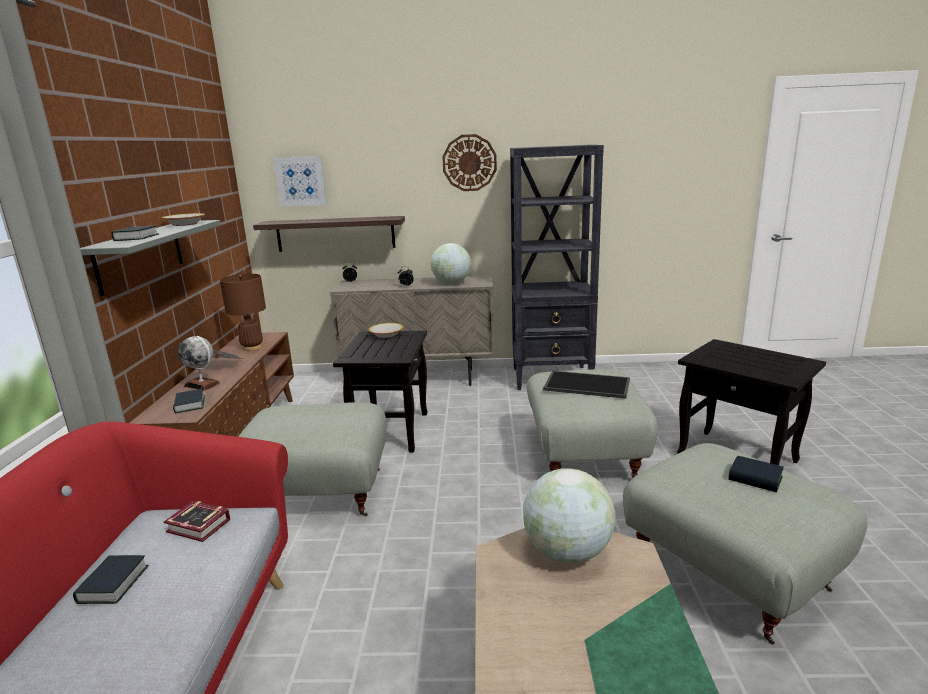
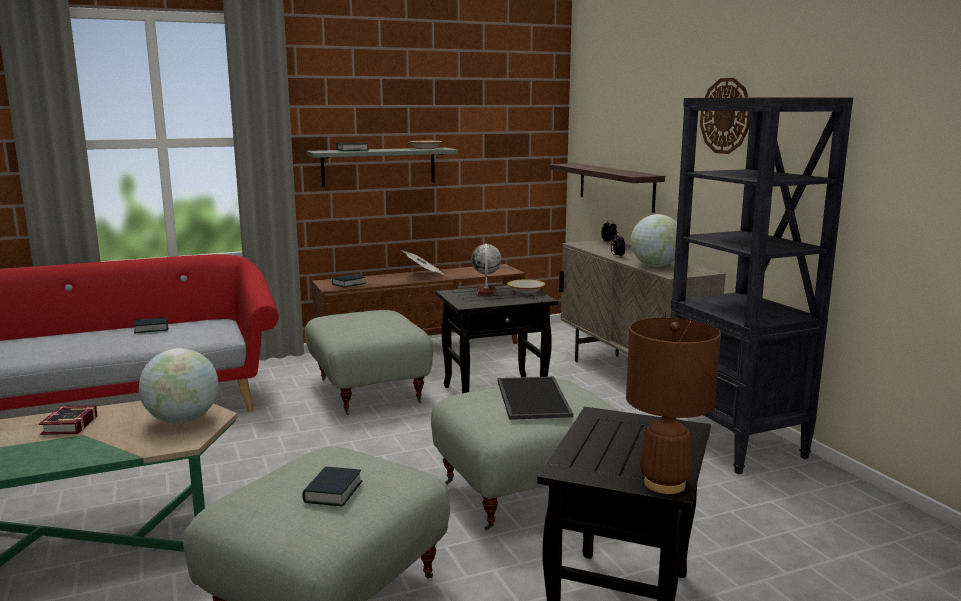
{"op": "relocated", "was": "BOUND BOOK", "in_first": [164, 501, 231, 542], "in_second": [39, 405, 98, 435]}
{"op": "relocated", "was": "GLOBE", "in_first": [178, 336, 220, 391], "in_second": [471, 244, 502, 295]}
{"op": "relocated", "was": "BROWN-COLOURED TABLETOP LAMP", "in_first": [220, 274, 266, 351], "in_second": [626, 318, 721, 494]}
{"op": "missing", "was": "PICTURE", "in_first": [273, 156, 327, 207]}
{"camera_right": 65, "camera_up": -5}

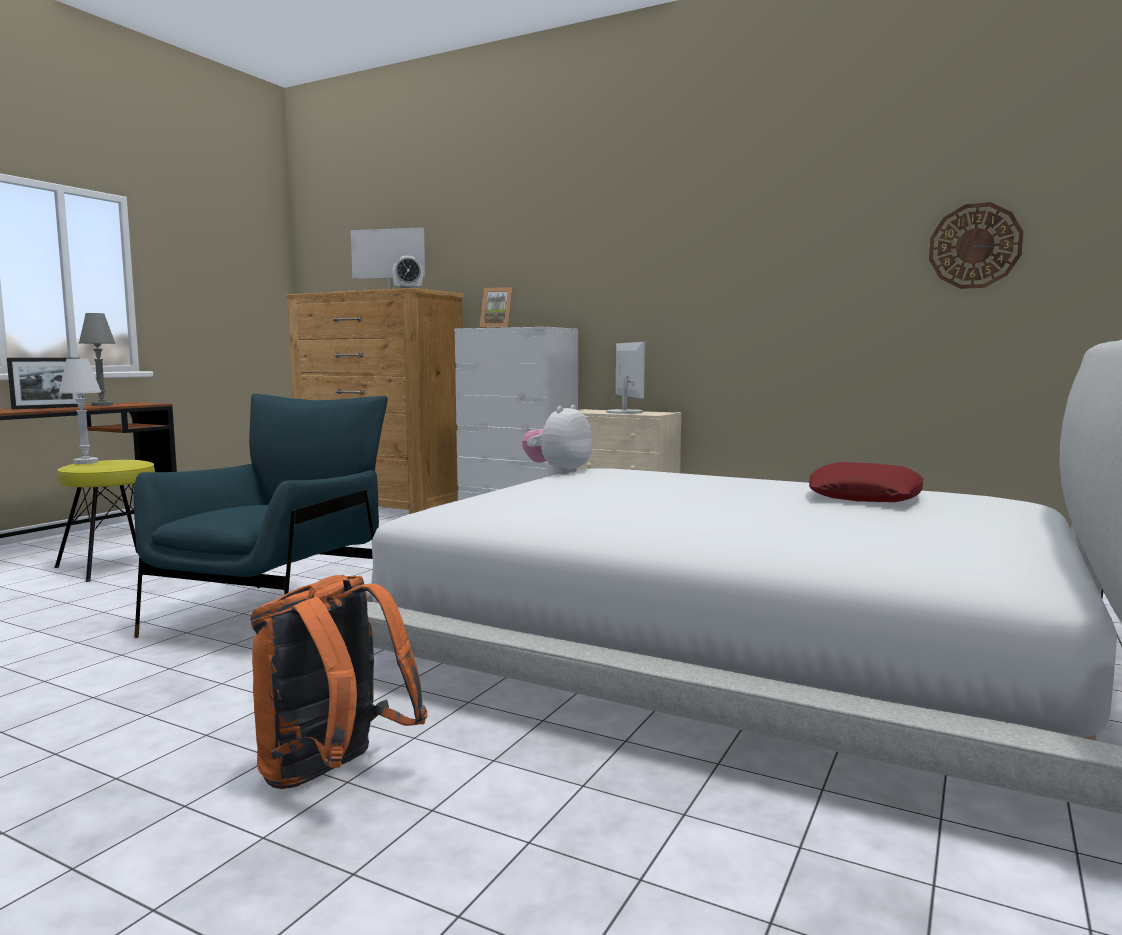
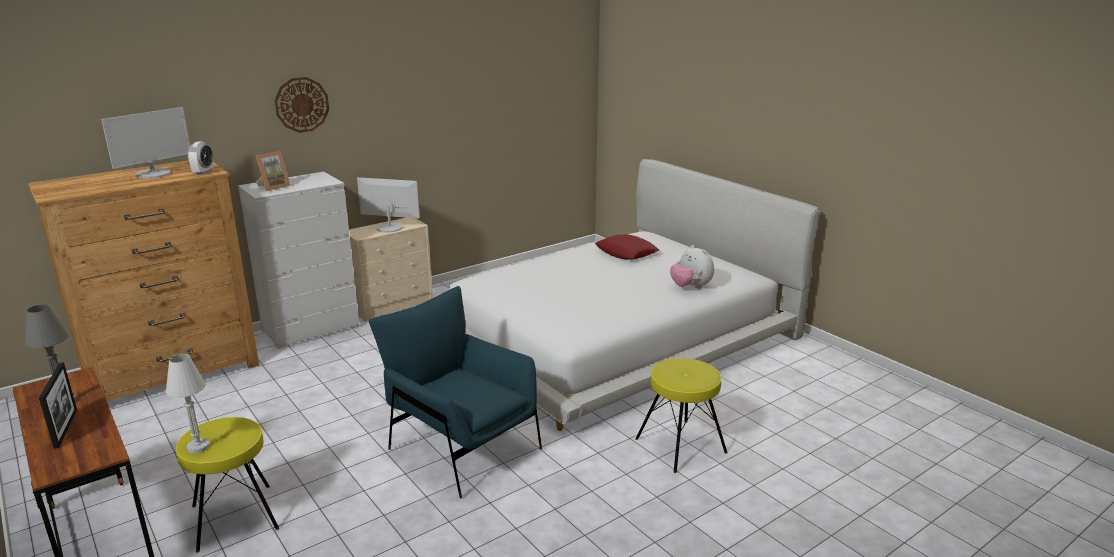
{"op": "relocated", "was": "WALL CLOCK", "in_first": [929, 202, 1023, 289], "in_second": [275, 77, 329, 133]}
{"op": "exchanged", "was": "ORANGEY RUCKSACK", "now": "YELLOWISH STOOL", "in_first": [250, 575, 428, 789], "in_second": [635, 358, 728, 473]}
{"op": "relocated", "was": "PLUSH TOY", "in_first": [522, 405, 592, 474], "in_second": [670, 245, 714, 289]}
{"camera_right": -65, "camera_up": 15}

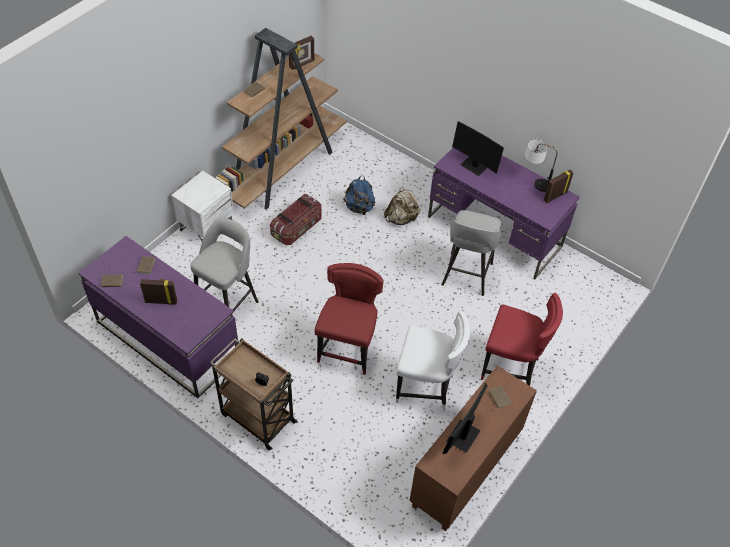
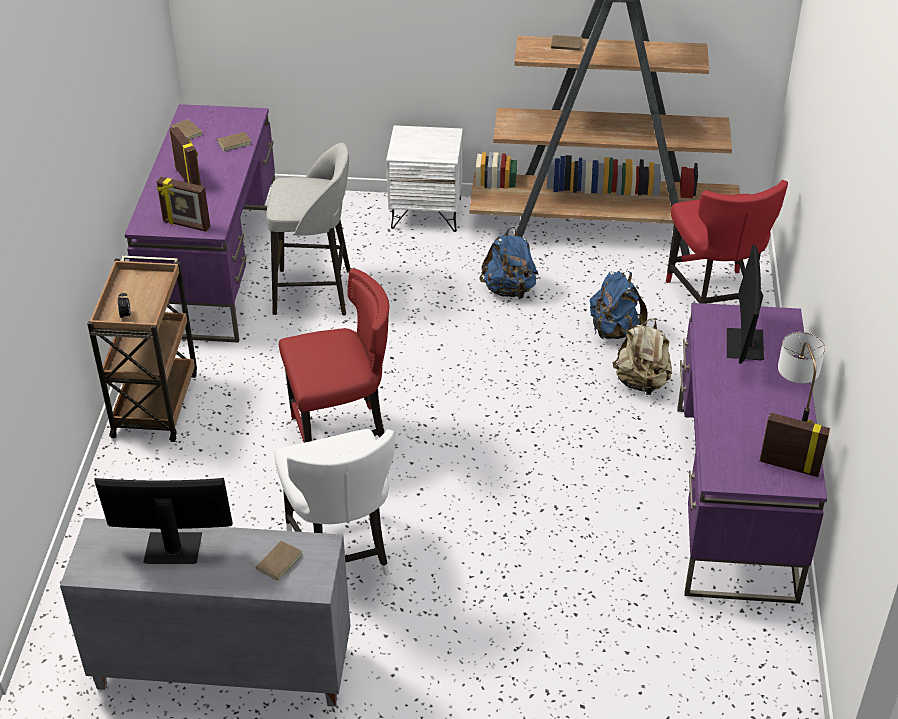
{"op": "colour", "was": "BROWN-COLOURED CUPBOARD", "now": "GREYISH CUPBOARD", "in_first": [409, 366, 537, 531], "in_second": [60, 518, 351, 707]}
{"op": "relocated", "was": "PHOTO FRAME", "in_first": [289, 36, 314, 70], "in_second": [157, 177, 210, 232]}
{"op": "exchanged", "was": "STORAGE BOX", "now": "BLUE-COLOURED RUCKSACK", "in_first": [270, 194, 322, 245], "in_second": [479, 227, 539, 299]}
{"op": "relocated", "was": "RED PLAIN CHAIR", "in_first": [481, 293, 563, 386], "in_second": [666, 180, 788, 304]}
{"op": "missing", "was": "GREYISH STOOL", "in_first": [441, 210, 501, 296]}
{"camera_right": 60, "camera_up": -10}

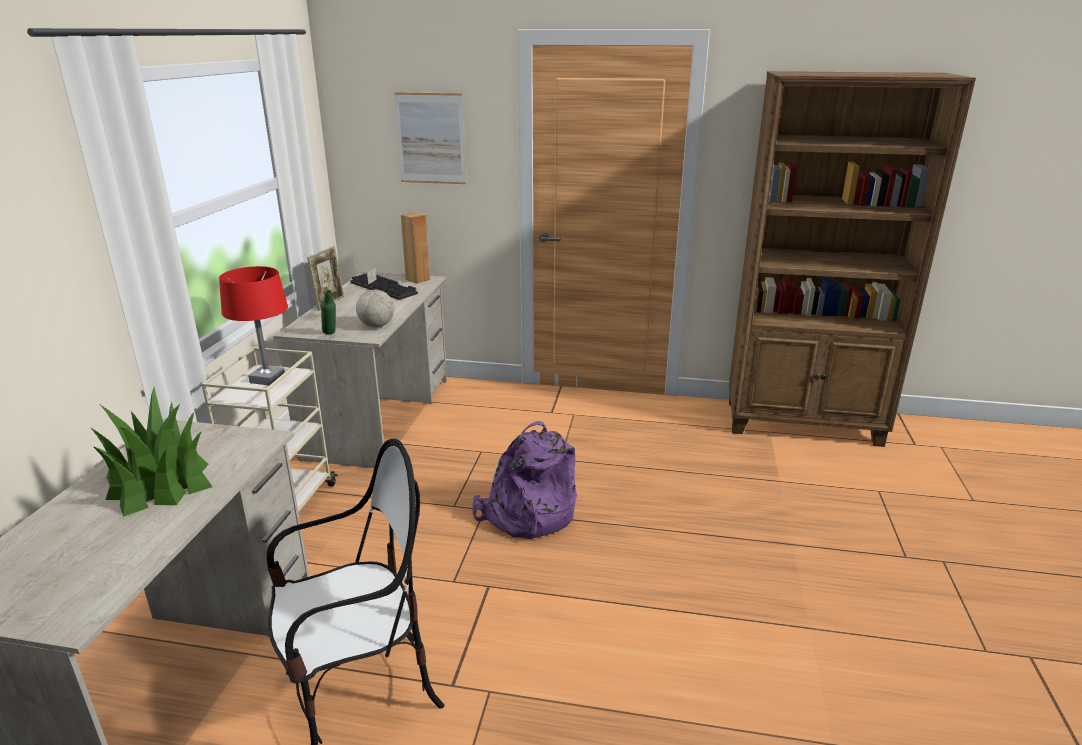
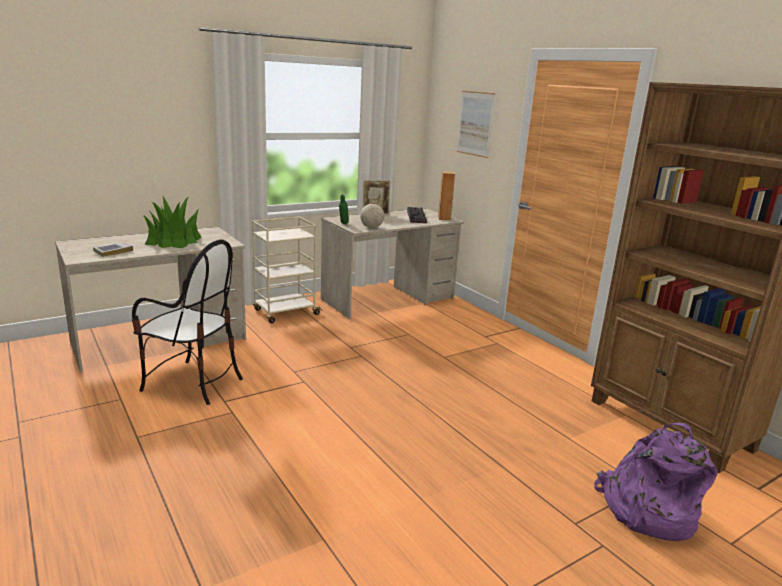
{"op": "appeared", "now": "BOUND BOOK", "in_second": [93, 242, 133, 257]}
{"op": "relocated", "was": "PURPLE-COLOURED RUCKSACK", "in_first": [472, 421, 577, 539], "in_second": [594, 423, 718, 541]}
{"op": "missing", "was": "RED TABLETOP LAMP", "in_first": [219, 266, 288, 385]}
{"camera_right": 45, "camera_up": -5}

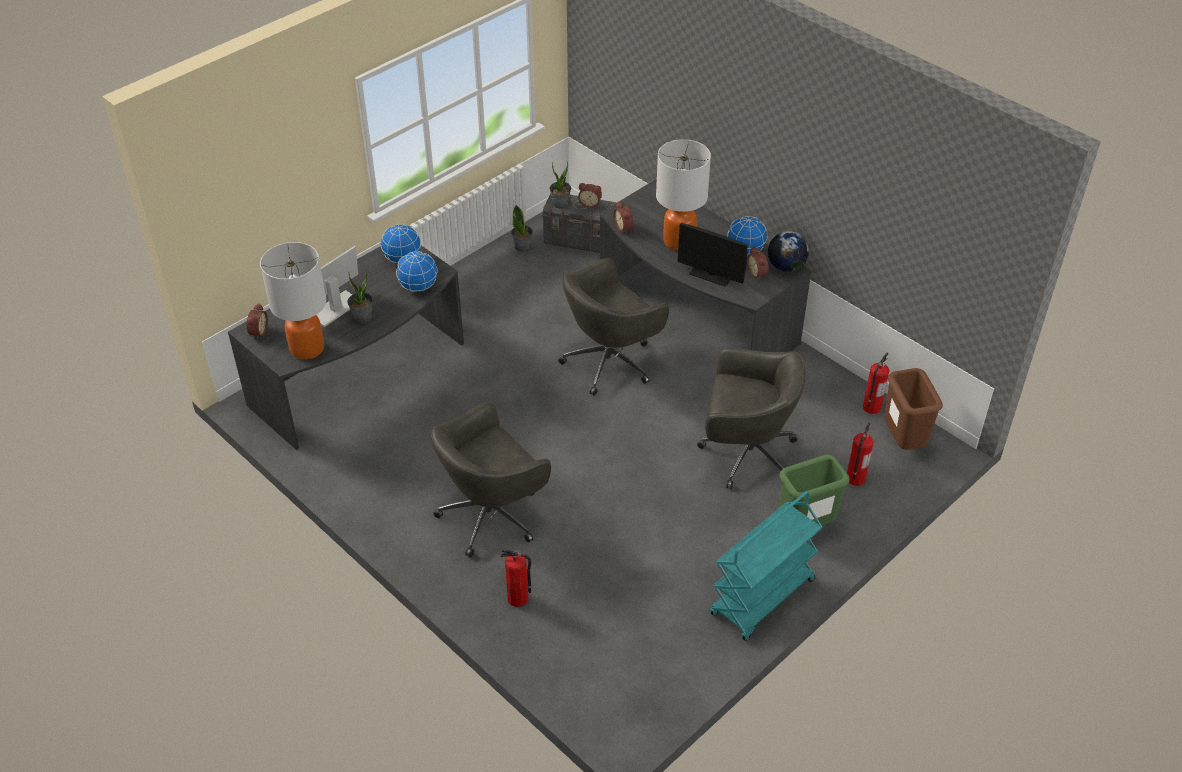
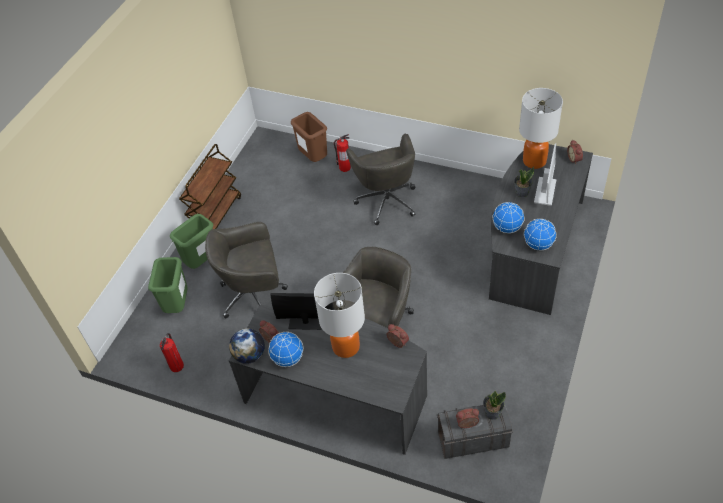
{"op": "exchanged", "was": "FIRE-FIGHTING CYLINDER", "now": "GREENISH TRASH CAN", "in_first": [847, 422, 873, 486], "in_second": [148, 257, 188, 313]}
{"op": "colour", "was": "TURQUOISE-COLOURED CART", "now": "BROWN-COLOURED CART", "in_first": [710, 491, 822, 641], "in_second": [179, 144, 241, 229]}
{"op": "relocated", "was": "BROWN-COLOURED TRASH CAN", "in_first": [884, 368, 943, 450], "in_second": [291, 112, 327, 162]}
{"op": "spun", "was": "GREYISH DESK CHAIR", "in_first": [431, 402, 551, 557], "in_second": [346, 134, 416, 225], "clockwise": 135}
{"op": "missing", "was": "HOUSEPLANT", "in_first": [511, 205, 533, 252]}
{"camera_right": 160, "camera_up": 5}

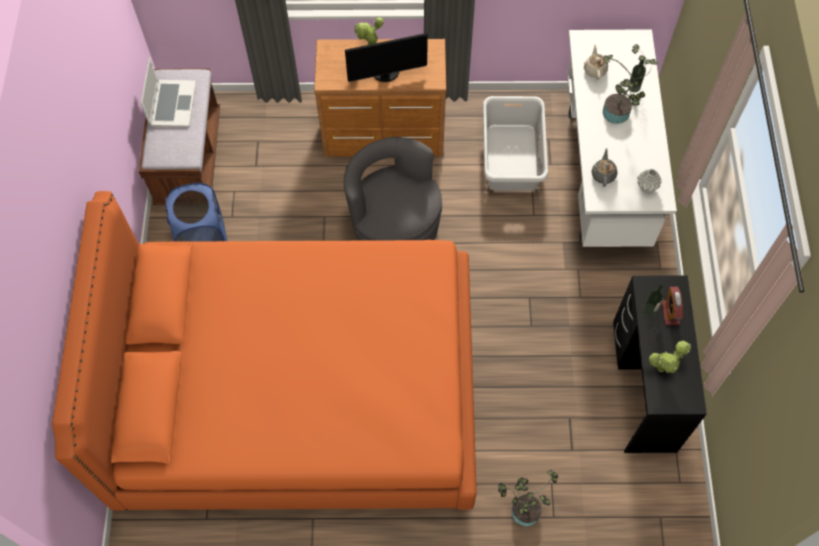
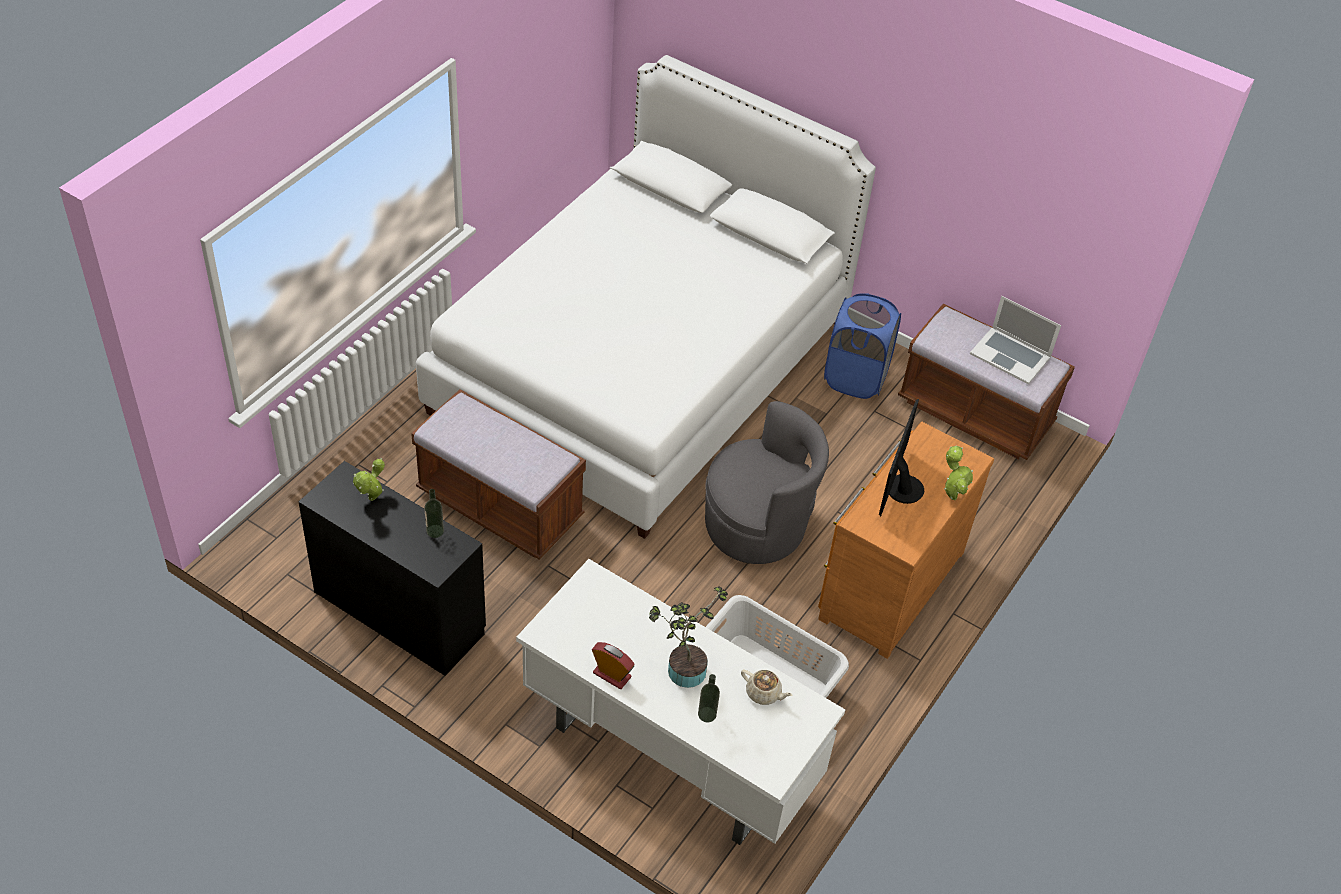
{"op": "appeared", "now": "BROWN-COLOURED BENCH", "in_second": [411, 389, 586, 560]}
{"op": "colour", "was": "ORANGEY SLEEPING BED", "now": "WHITISH SLEEPING BED", "in_first": [52, 191, 477, 510], "in_second": [416, 55, 876, 539]}
{"op": "relocated", "was": "ALARM CLOCK", "in_first": [662, 287, 683, 325], "in_second": [592, 642, 635, 689]}
{"op": "missing", "was": "HOUSEPLANT", "in_first": [498, 470, 558, 526]}
{"op": "missing", "was": "GREYISH TEAPOT", "in_first": [591, 148, 618, 187]}
{"op": "missing", "was": "GREYISH FLOWER VASE", "in_first": [637, 169, 662, 193]}
{"camera_right": 120, "camera_up": -15}

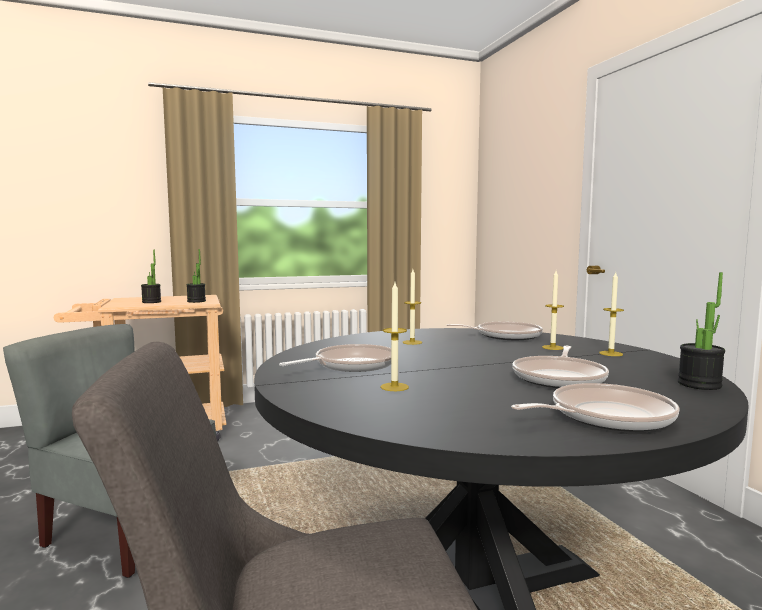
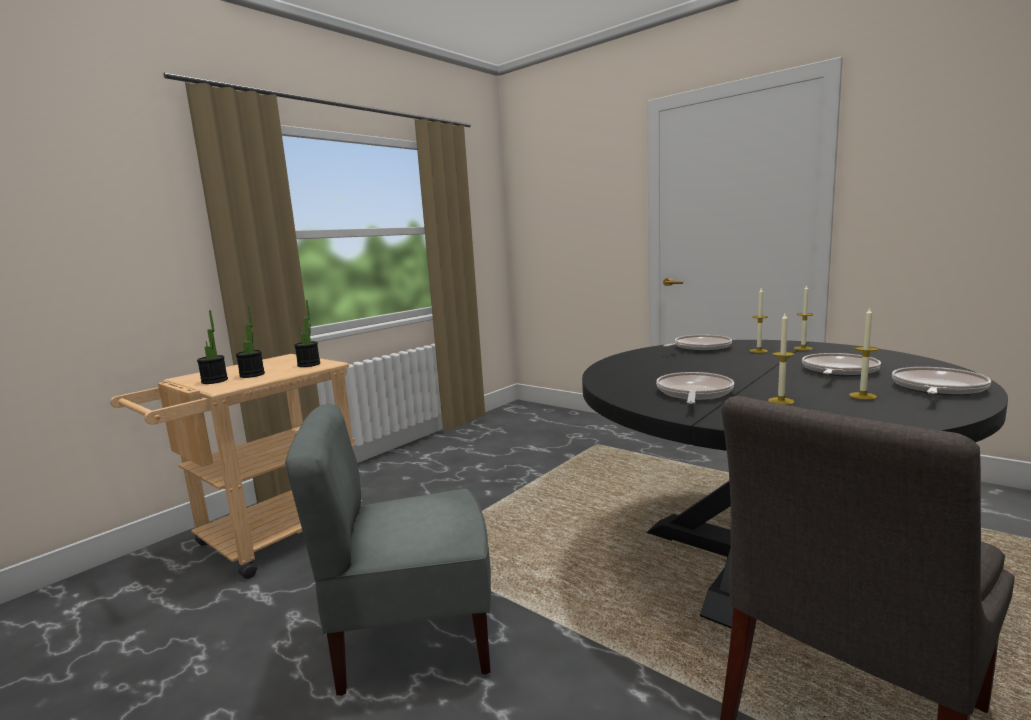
{"op": "relocated", "was": "HOUSEPLANT", "in_first": [678, 272, 725, 390], "in_second": [197, 310, 228, 384]}
{"op": "spun", "was": "FRYING PAN", "in_first": [512, 346, 609, 388], "in_second": [802, 353, 881, 376], "clockwise": -135}
{"op": "relocated", "was": "CANDLE", "in_first": [402, 269, 422, 345], "in_second": [849, 307, 879, 400]}
{"camera_right": -30, "camera_up": 5}

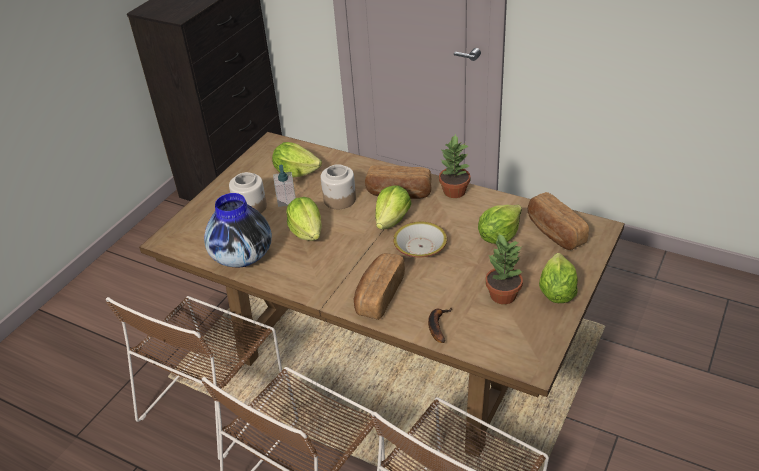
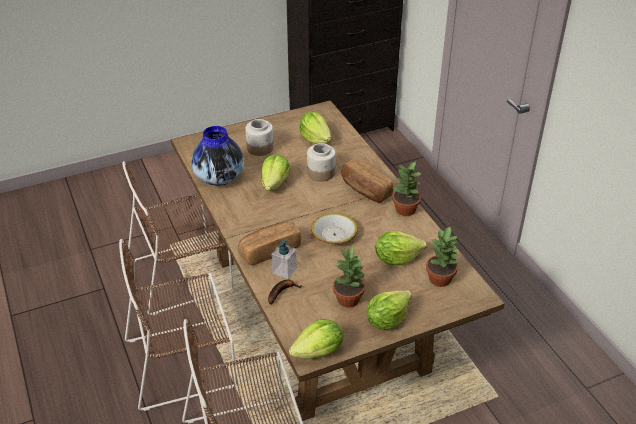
{"op": "relocated", "was": "LIQUID SOAP BOTTLE", "in_first": [273, 165, 296, 207], "in_second": [272, 239, 297, 279]}
{"op": "relocated", "was": "LETTUCE HEAD", "in_first": [375, 185, 412, 229], "in_second": [289, 319, 343, 359]}
{"op": "exchanged", "was": "BAKERY BREAD", "now": "HOUSEPLANT", "in_first": [527, 192, 589, 250], "in_second": [426, 226, 458, 287]}
{"camera_right": 35, "camera_up": 0}

